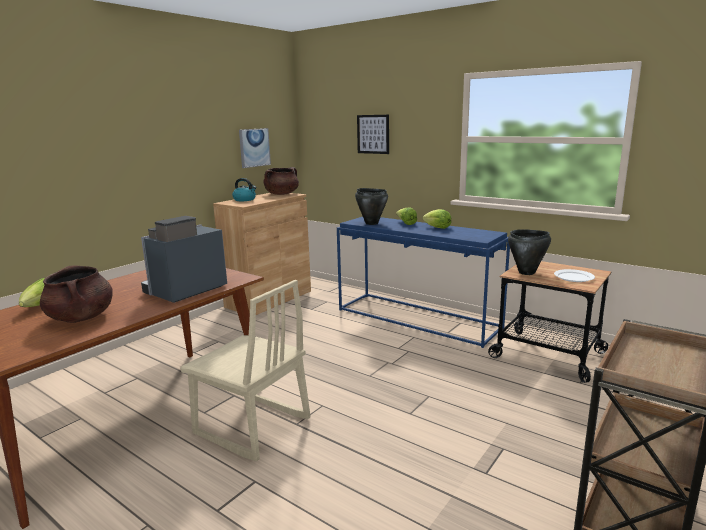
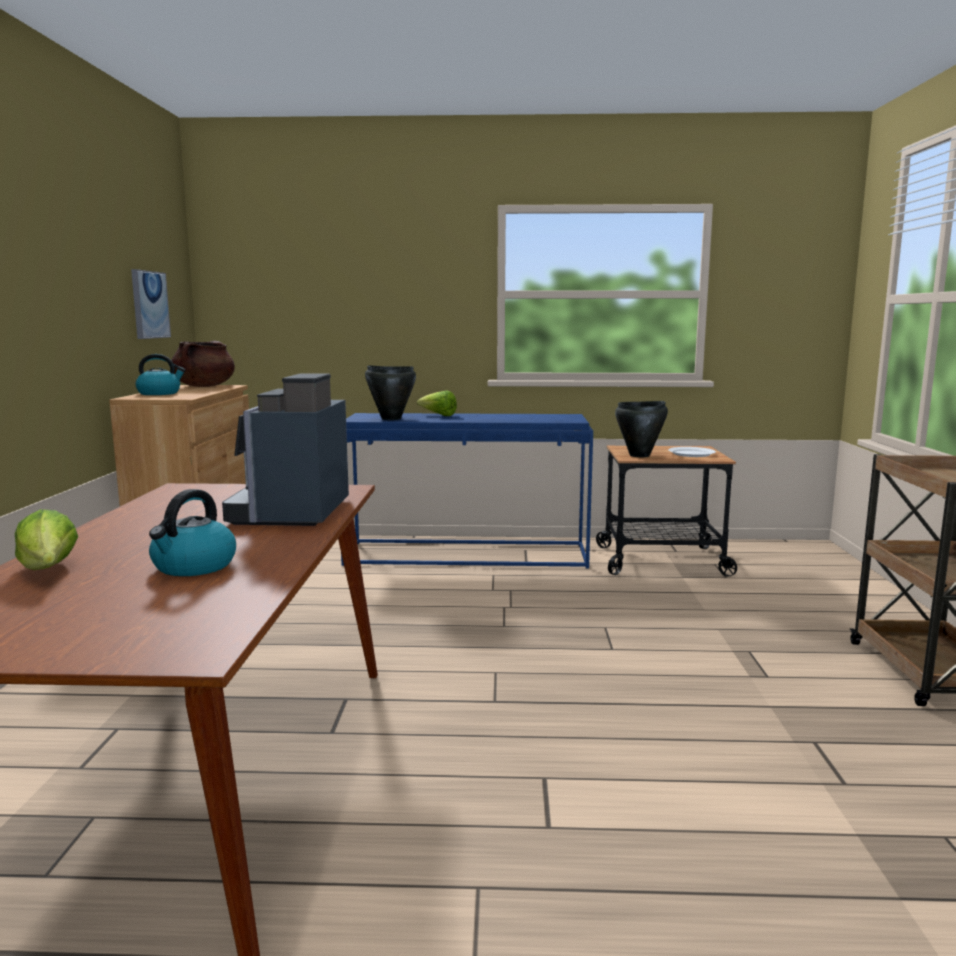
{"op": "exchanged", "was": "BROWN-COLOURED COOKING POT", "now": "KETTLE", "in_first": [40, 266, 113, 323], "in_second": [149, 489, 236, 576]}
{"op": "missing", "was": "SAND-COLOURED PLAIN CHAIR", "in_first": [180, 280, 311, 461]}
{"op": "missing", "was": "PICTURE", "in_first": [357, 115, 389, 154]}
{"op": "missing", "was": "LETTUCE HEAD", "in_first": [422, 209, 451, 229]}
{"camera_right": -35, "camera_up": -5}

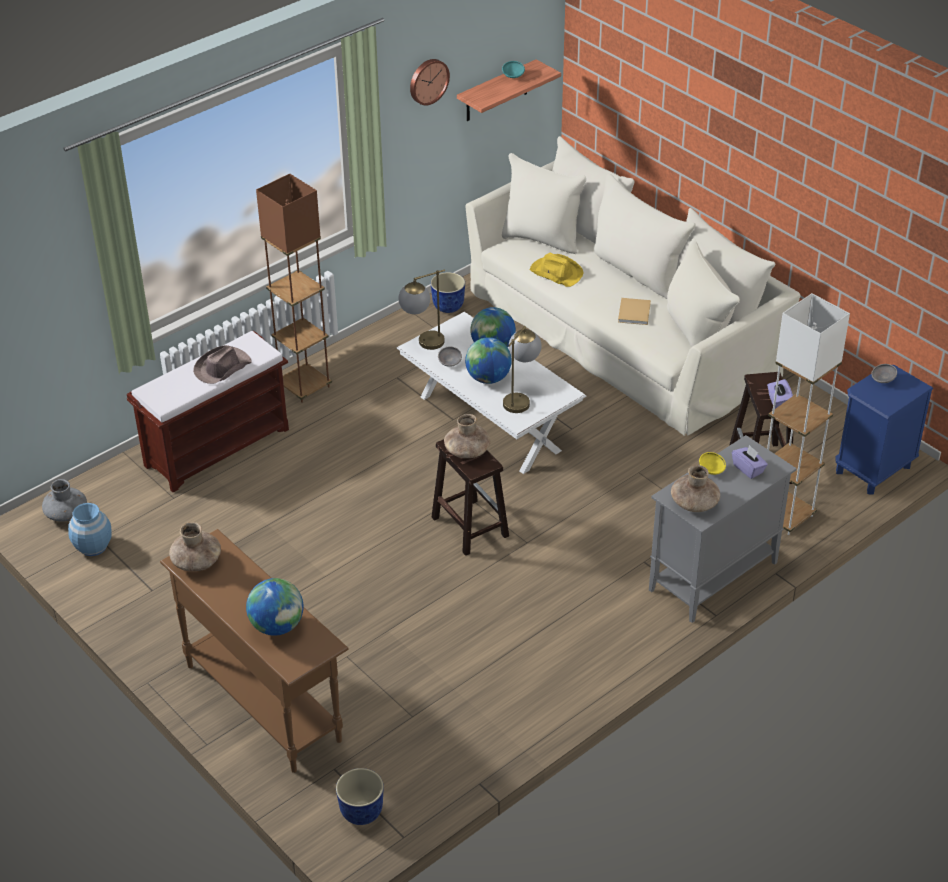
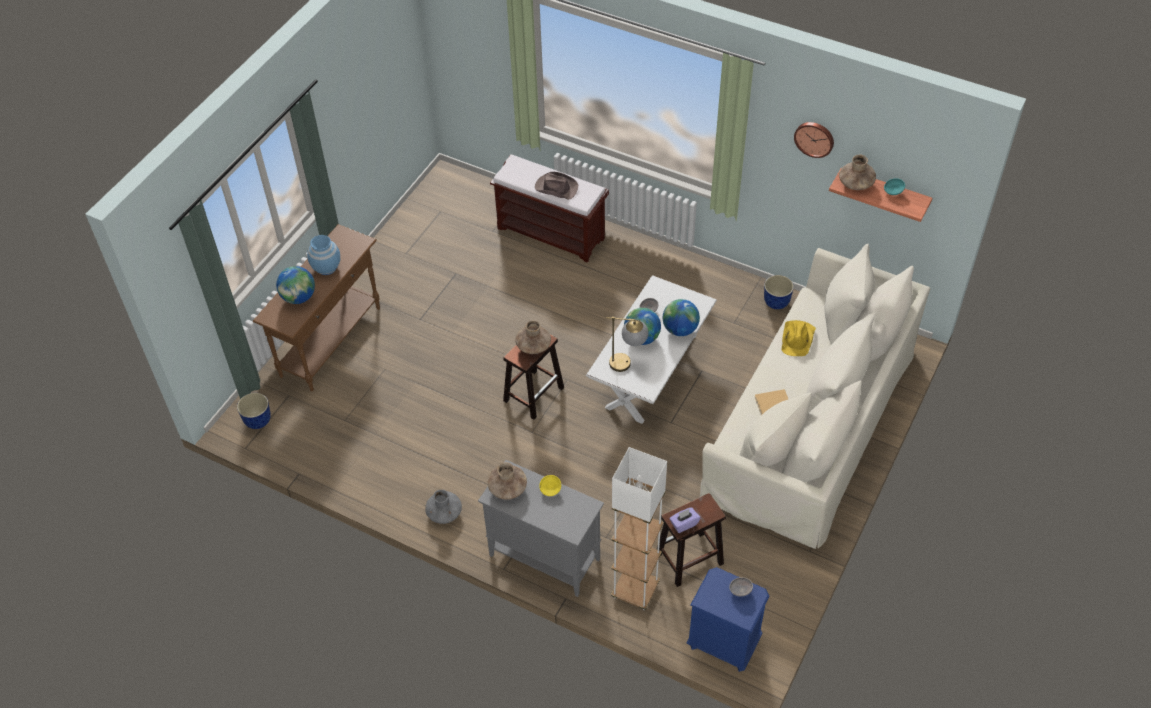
{"op": "relocated", "was": "BLUE-COLOURED FLOWER VASE", "in_first": [68, 503, 112, 556], "in_second": [307, 235, 340, 275]}
{"op": "relocated", "was": "GREYISH FLOWER VASE", "in_first": [42, 479, 87, 522], "in_second": [425, 489, 462, 524]}
{"op": "relocated", "was": "BROWN-COLOURED FLOWER VASE", "in_first": [169, 522, 221, 571], "in_second": [839, 155, 876, 190]}
{"op": "missing", "was": "BROWN-COLOURED STANDING LAMP", "in_first": [256, 174, 332, 403]}
{"op": "missing", "was": "TABLETOP LAMP", "in_first": [399, 269, 445, 350]}
{"op": "missing", "was": "PURPLE-COLOURED BOX OF TISSUES", "in_first": [732, 445, 768, 479]}
{"camera_right": 70, "camera_up": 10}

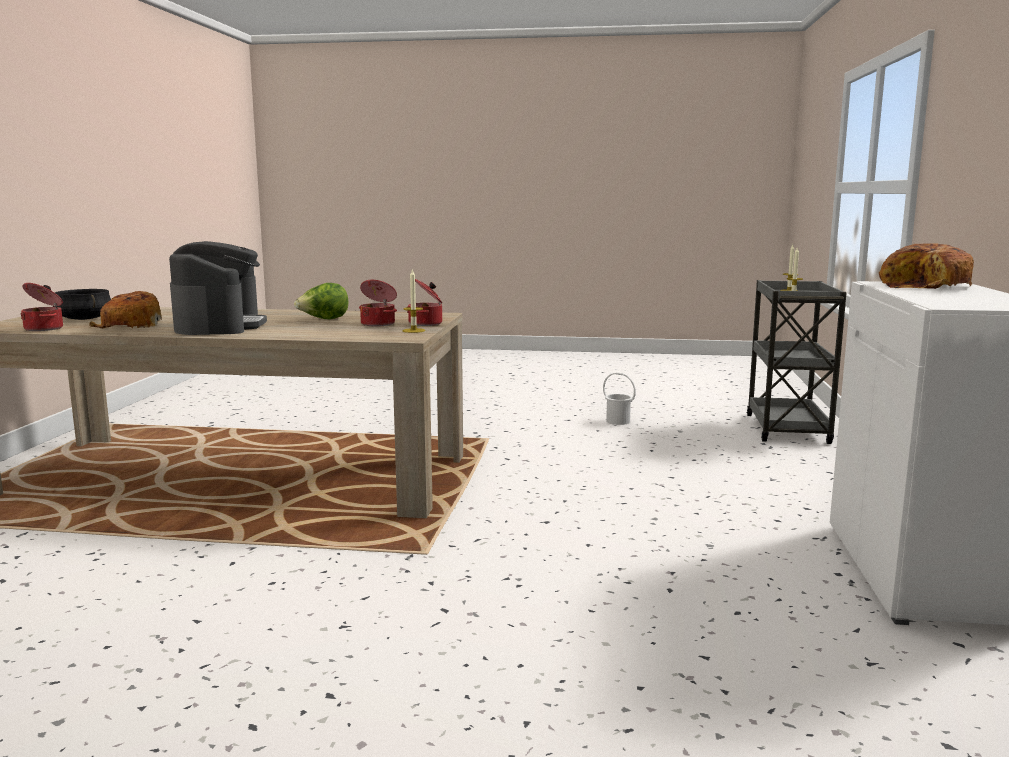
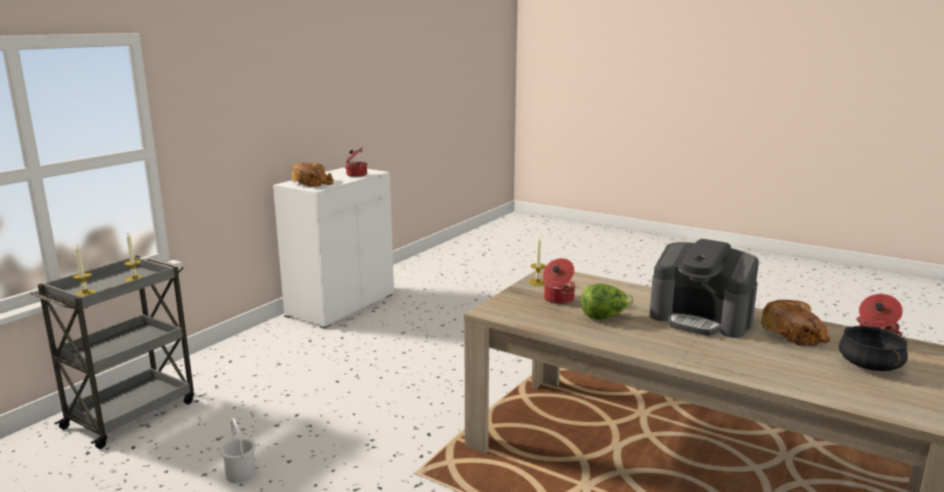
{"op": "relocated", "was": "COOKING POT", "in_first": [407, 279, 442, 326], "in_second": [345, 147, 367, 177]}
{"op": "spun", "was": "COFFEE MAKER", "in_first": [169, 241, 267, 335], "in_second": [649, 239, 759, 338], "clockwise": -75}
{"camera_right": -155, "camera_up": 5}

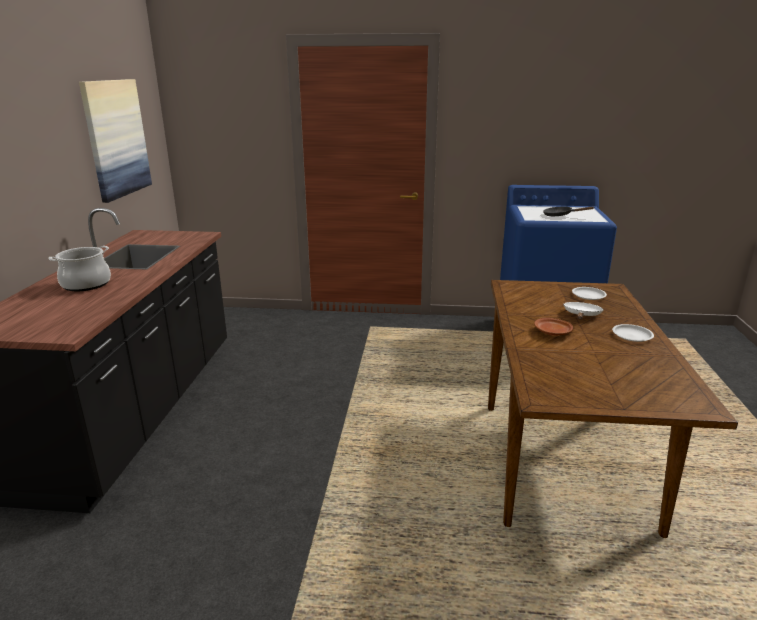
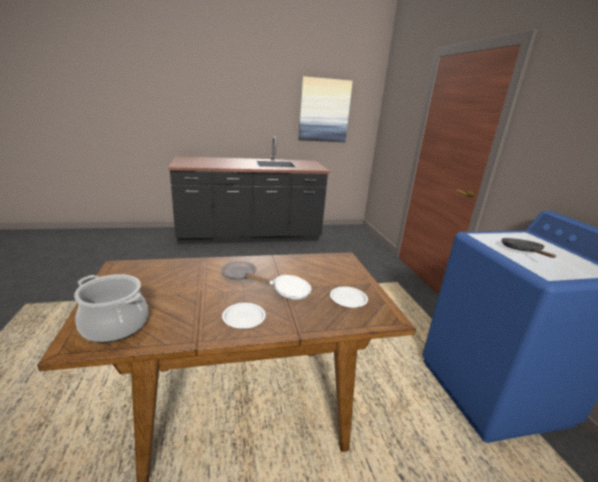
{"op": "relocated", "was": "COOKING POT", "in_first": [48, 246, 111, 291], "in_second": [74, 274, 148, 343]}
{"op": "colour", "was": "BROWN-COLOURED PLATE", "now": "GREYISH PLATE", "in_first": [534, 318, 573, 336], "in_second": [221, 261, 256, 279]}
{"camera_right": 70, "camera_up": 0}

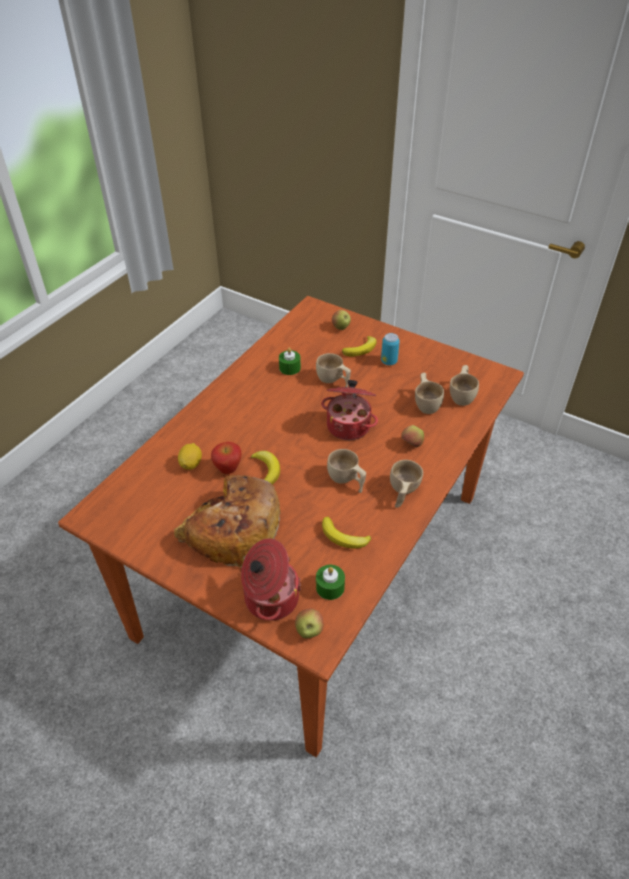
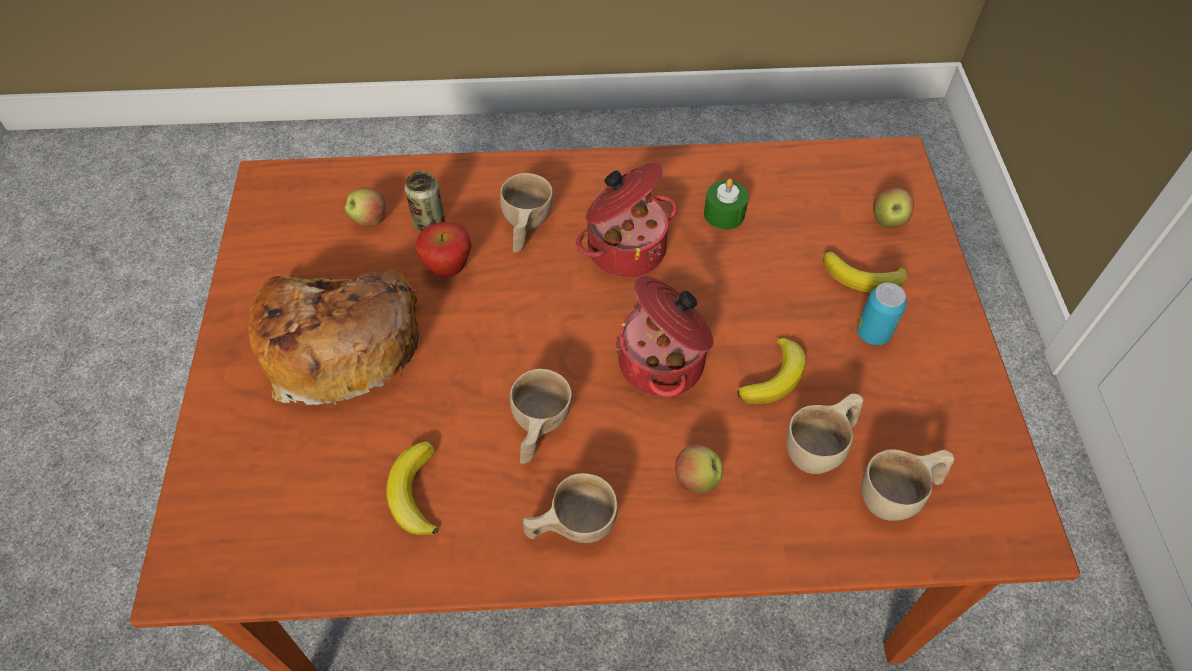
{"op": "relocated", "was": "APPLE FRUIT", "in_first": [295, 609, 323, 638], "in_second": [345, 187, 385, 227]}
{"op": "exchanged", "was": "WHOLE LEMON", "now": "METAL CAN", "in_first": [178, 443, 202, 470], "in_second": [405, 171, 445, 232]}
{"op": "relocated", "was": "SAND-COLOURED SMALL CUP", "in_first": [316, 353, 351, 387], "in_second": [500, 173, 553, 253]}
{"op": "relocated", "was": "COOKING POT", "in_first": [241, 538, 301, 621], "in_second": [576, 163, 677, 277]}
{"op": "relocated", "was": "BANANA FRUIT", "in_first": [251, 451, 280, 485], "in_second": [737, 338, 805, 404]}
{"op": "missing", "was": "GREENISH CANDLE", "in_first": [316, 565, 345, 600]}
{"camera_right": 55, "camera_up": 10}

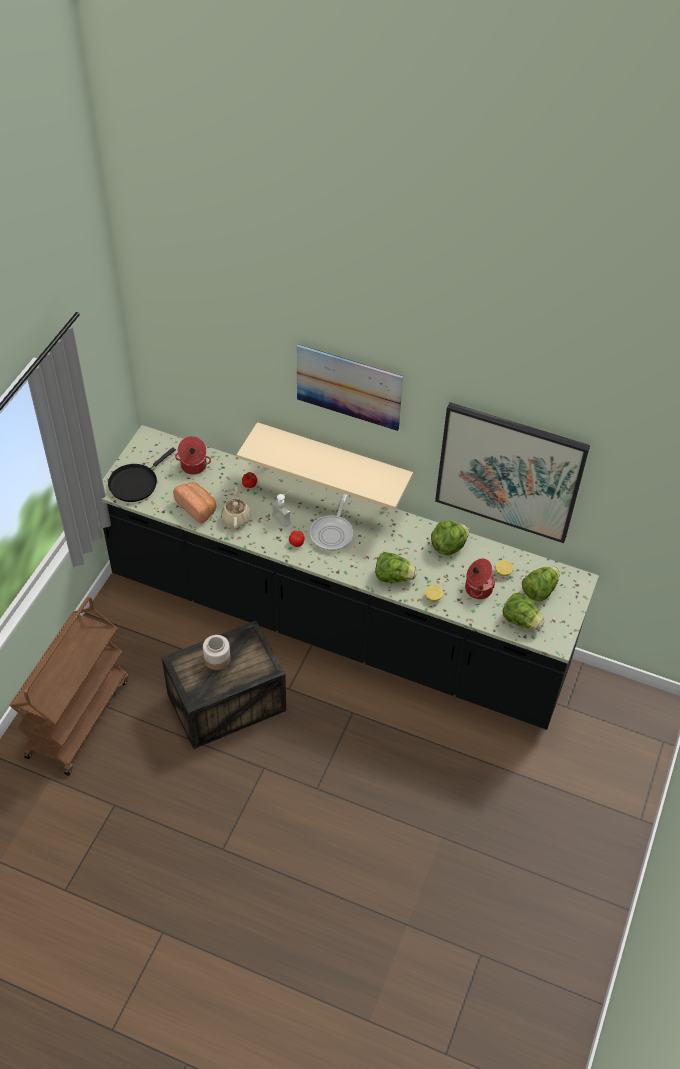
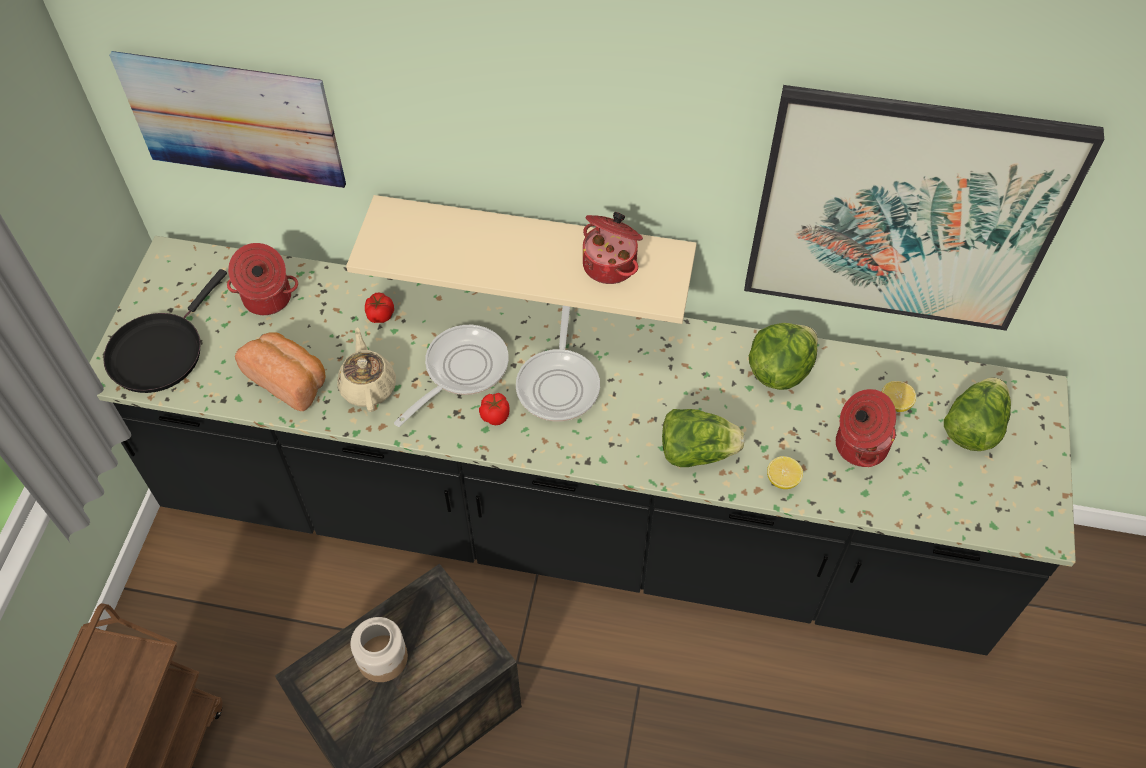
{"op": "relocated", "was": "PICTURE", "in_first": [297, 344, 403, 431], "in_second": [109, 51, 346, 188]}
{"op": "exchanged", "was": "LIQUID SOAP BOTTLE", "now": "FRYING PAN", "in_first": [272, 491, 291, 528], "in_second": [394, 325, 509, 427]}
{"op": "appeared", "now": "COOKING POT", "in_second": [583, 212, 643, 284]}
{"op": "missing", "was": "LETTUCE HEAD", "in_first": [503, 592, 544, 630]}
{"camera_right": -10, "camera_up": 5}

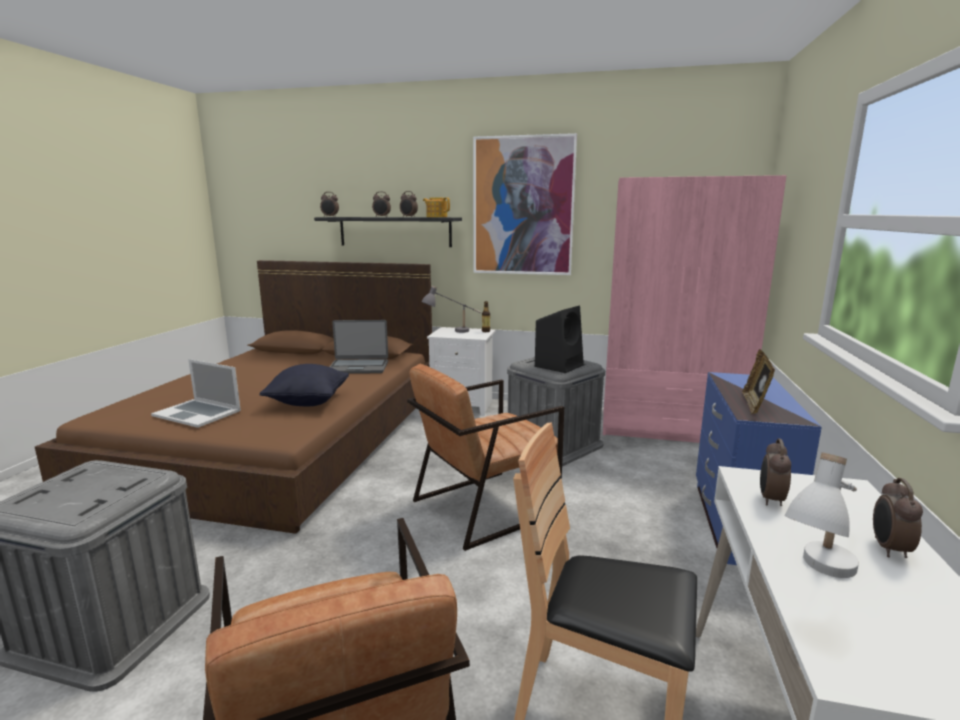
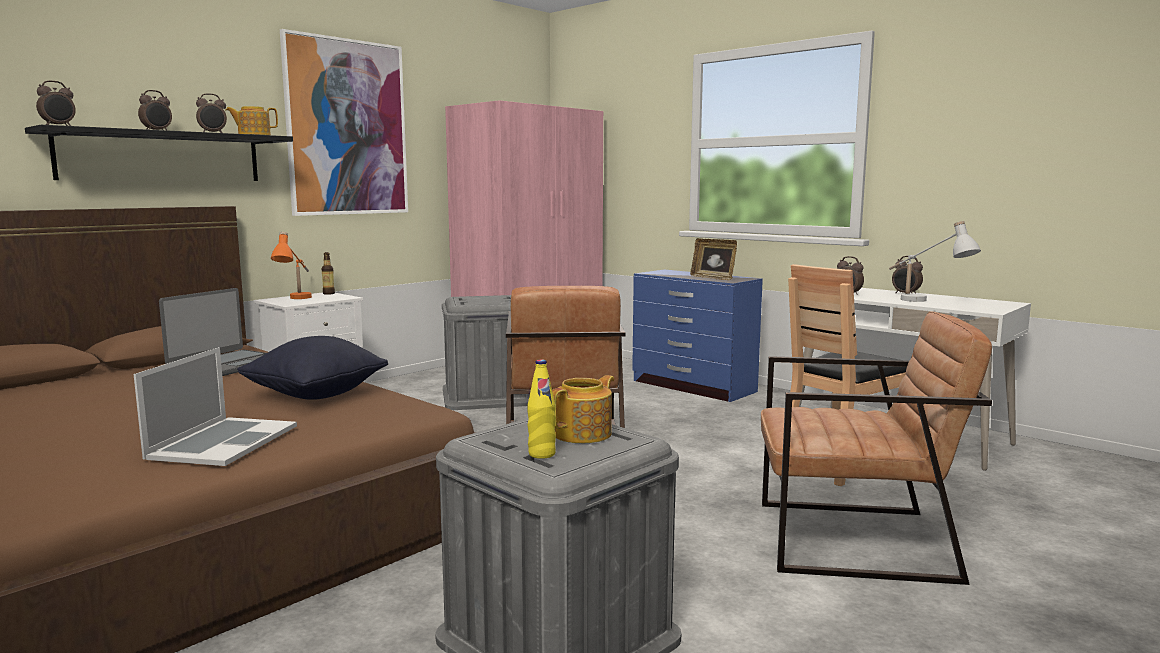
{"op": "spun", "was": "PORTABLE COMPUTER", "in_first": [151, 359, 241, 428], "in_second": [134, 347, 297, 466], "clockwise": -45}
{"op": "colour", "was": "GREYISH TABLETOP LAMP", "now": "ORANGEY TABLETOP LAMP", "in_first": [421, 286, 481, 333], "in_second": [271, 232, 312, 299]}
{"op": "appeared", "now": "YELLOWISH BOTTLE", "in_second": [527, 359, 556, 459]}
{"op": "appeared", "now": "TEAPOT", "in_second": [552, 375, 614, 443]}
{"op": "missing", "was": "BLACK LOUDSPEAKER", "in_first": [535, 306, 584, 373]}
{"camera_right": -60, "camera_up": -5}

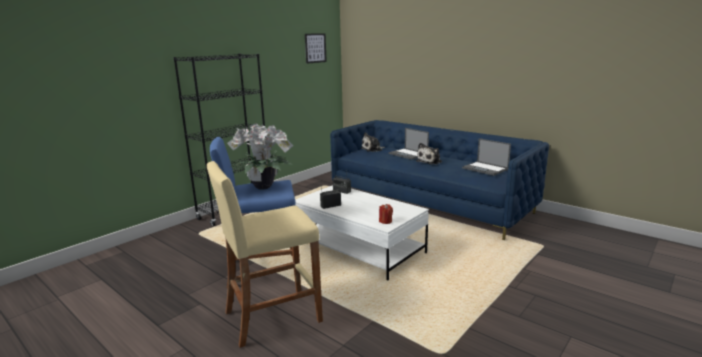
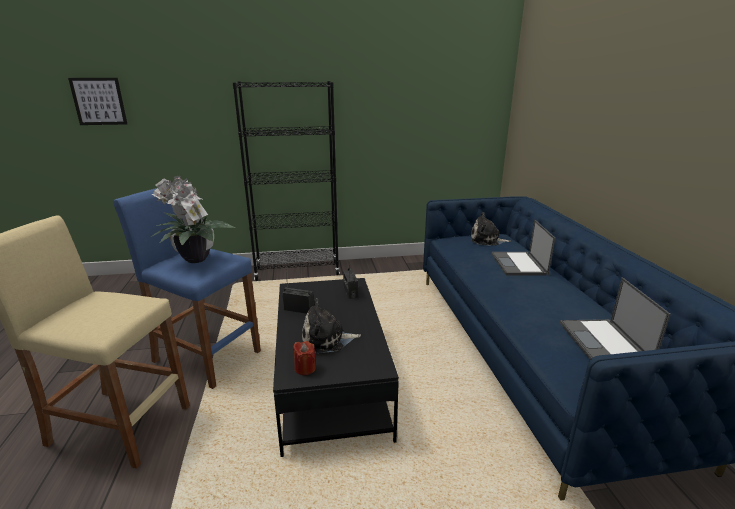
{"op": "relocated", "was": "PICTURE", "in_first": [305, 33, 327, 64], "in_second": [68, 78, 127, 125]}
{"op": "colour", "was": "WHITISH LOW TABLE", "now": "BLACK LOW TABLE", "in_first": [295, 185, 429, 281], "in_second": [273, 278, 399, 457]}
{"op": "relocated", "was": "PLUSH TOY", "in_first": [416, 143, 442, 165], "in_second": [302, 298, 361, 353]}
{"camera_right": 40, "camera_up": 5}

